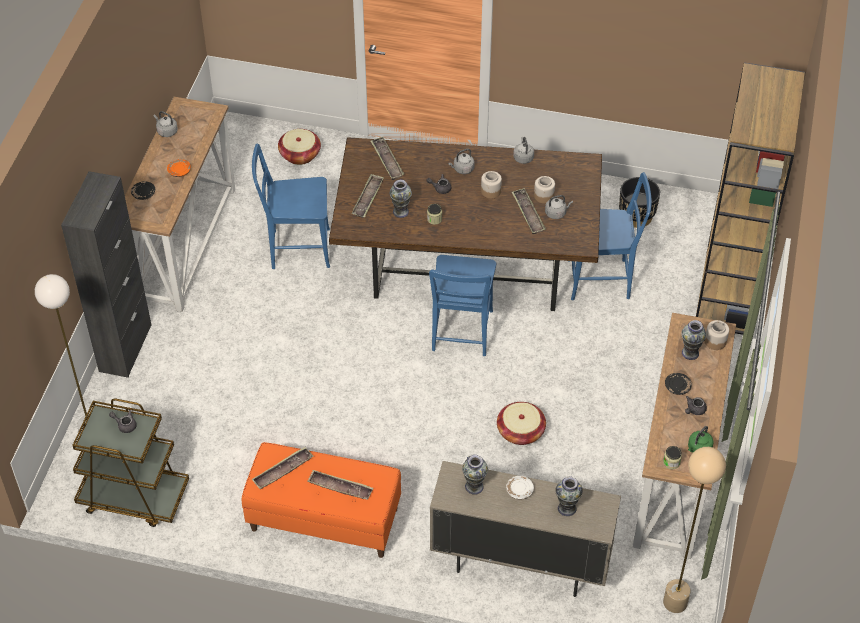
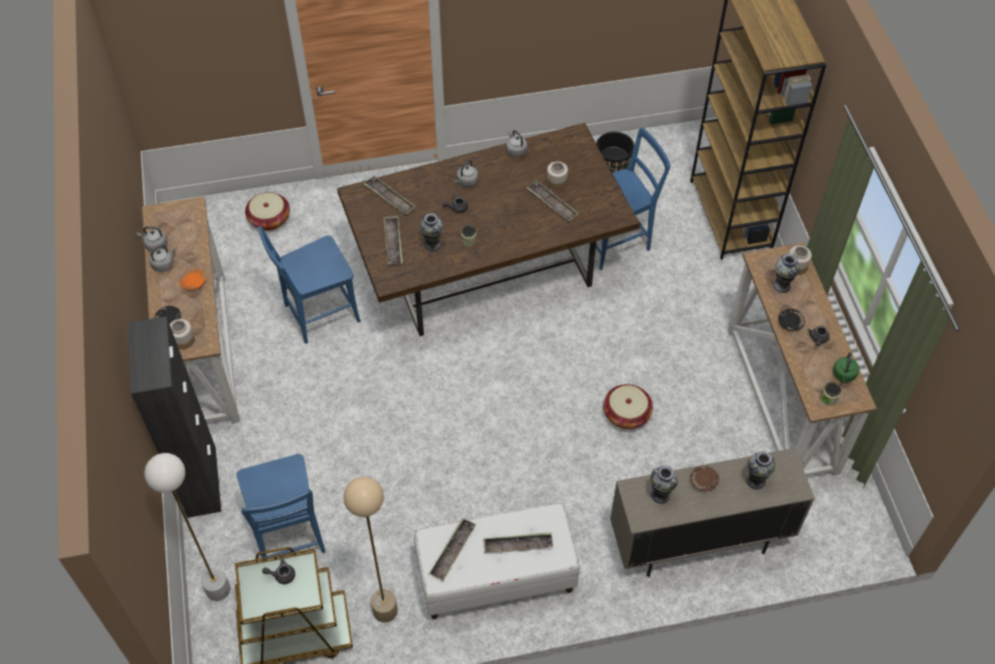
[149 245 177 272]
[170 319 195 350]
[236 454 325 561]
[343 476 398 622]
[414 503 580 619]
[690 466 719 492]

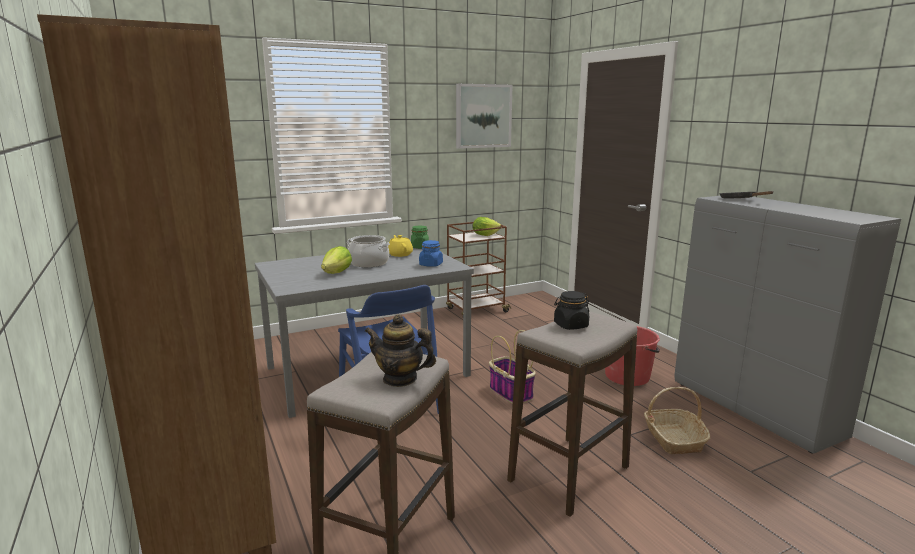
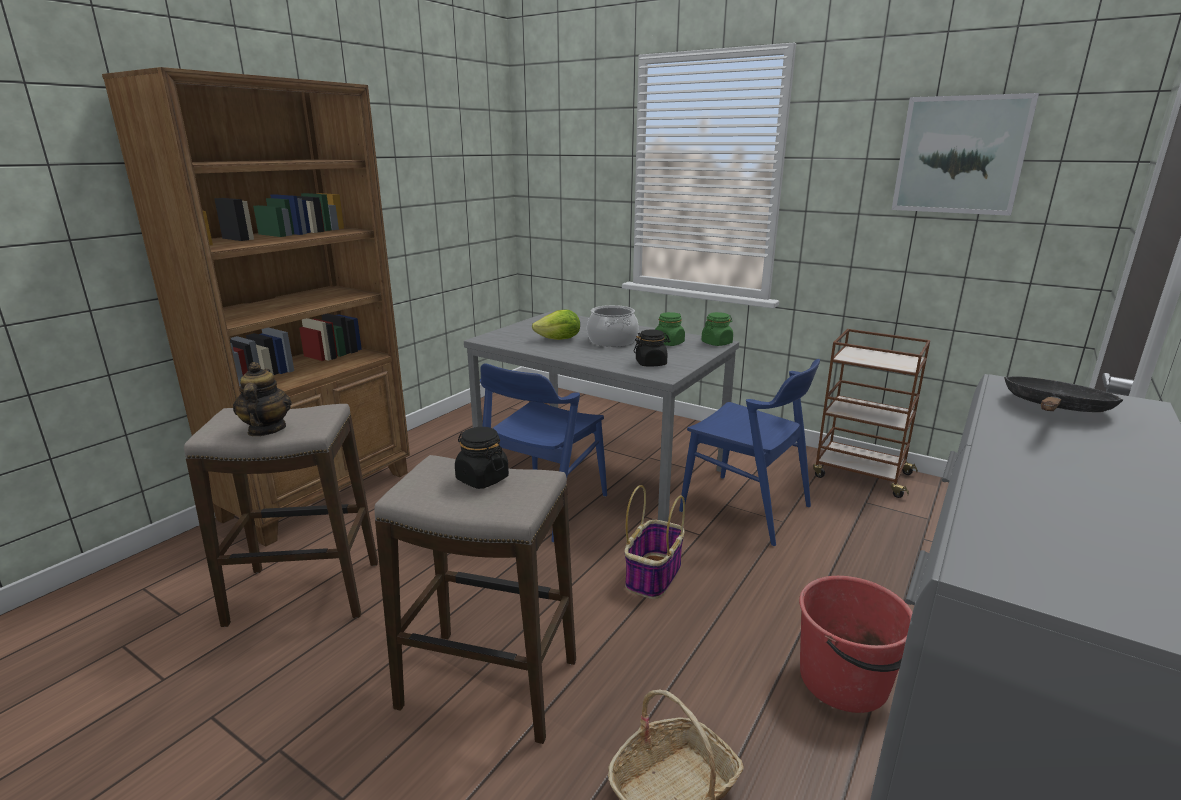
[634 329 671 367]
[655 312 685 346]
[679 359 820 546]
[473 217 501 236] (first image)

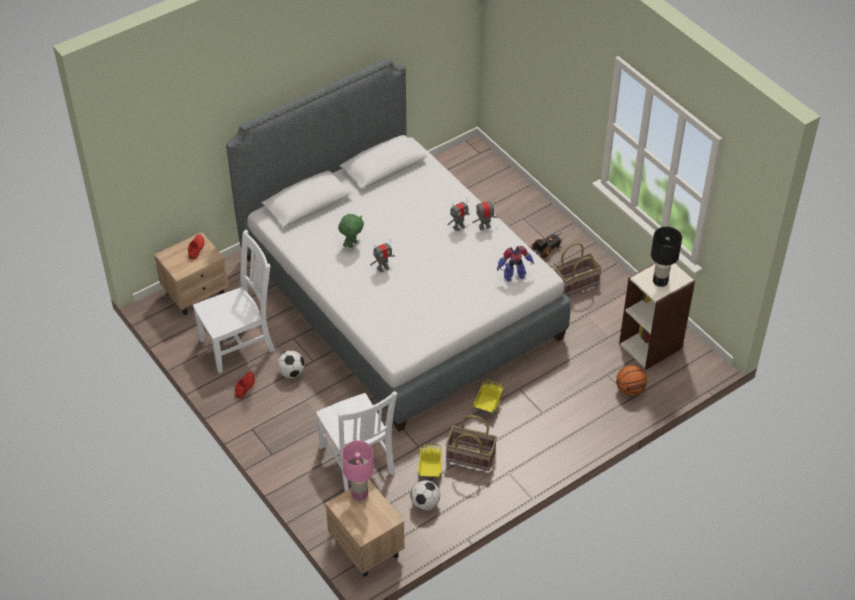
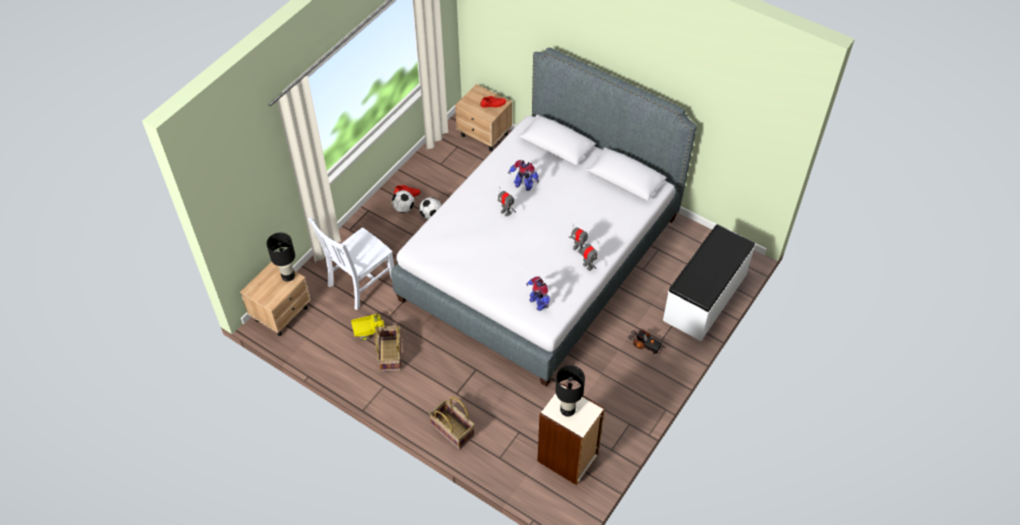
[267 232 295 281]
[392 190 414 213]
[429 397 475 450]
[508 160 539 191]
[663 224 755 341]
[193 230 275 373] (first image)
[473 380 503 415] (first image)
[616 365 647 396] (first image)

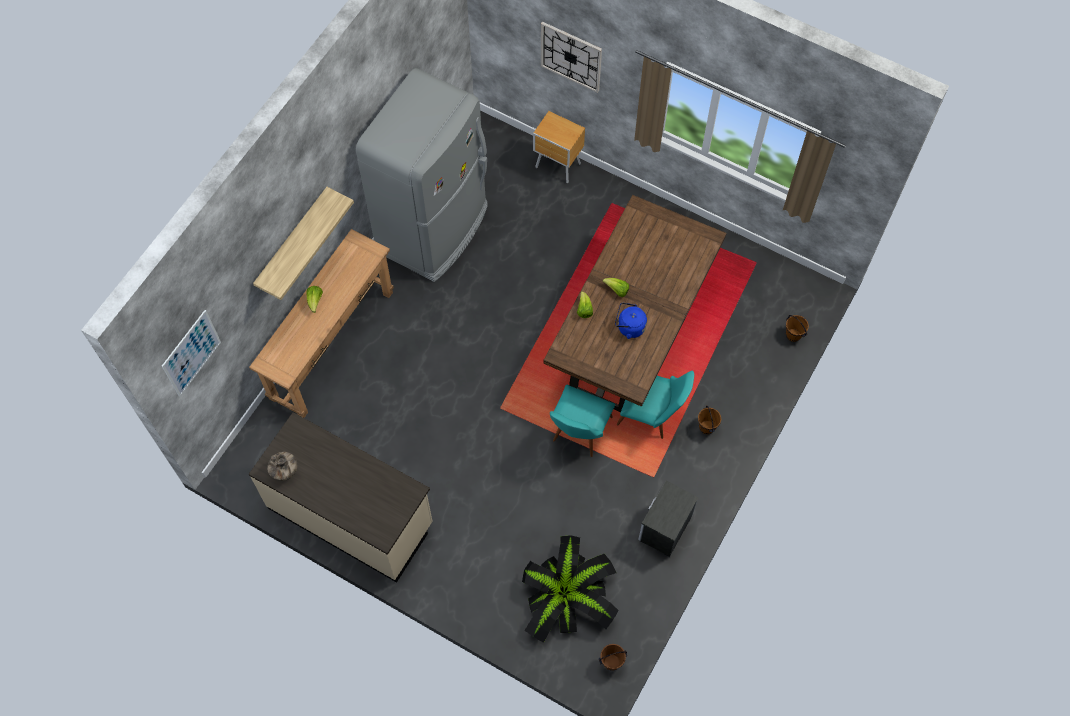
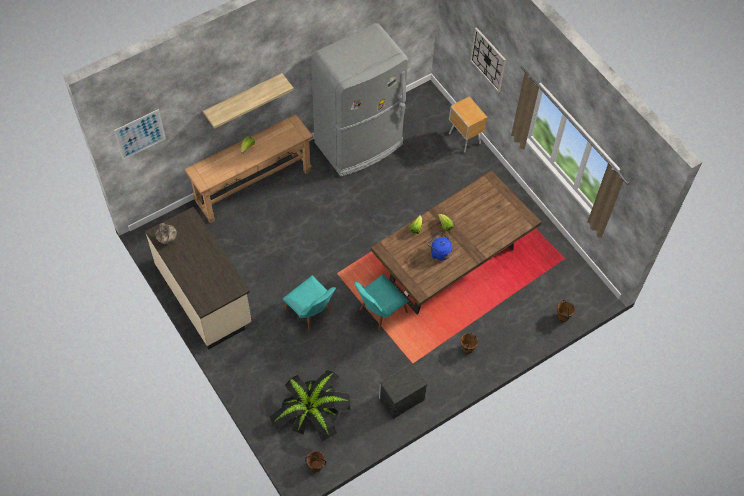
[283 275 336 332]

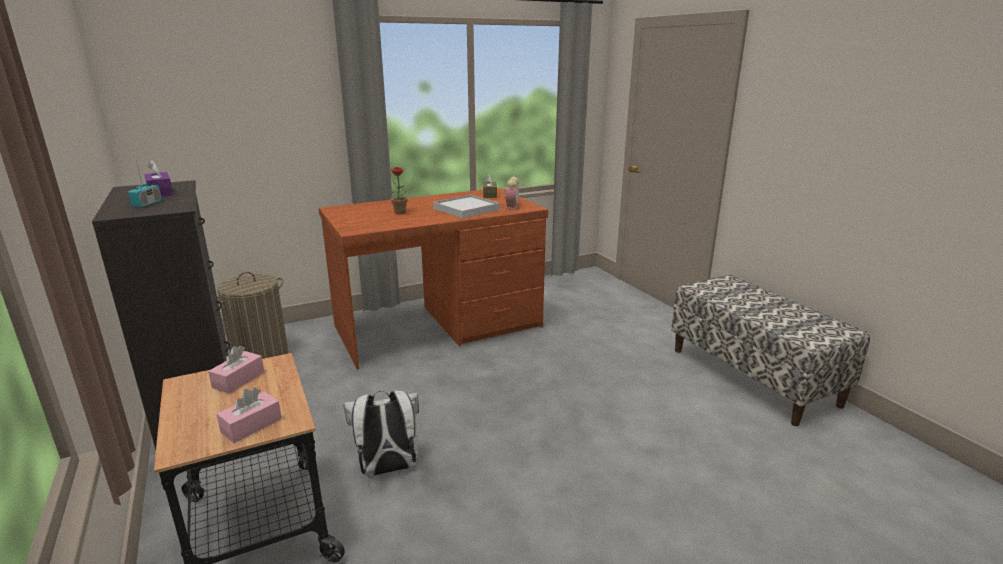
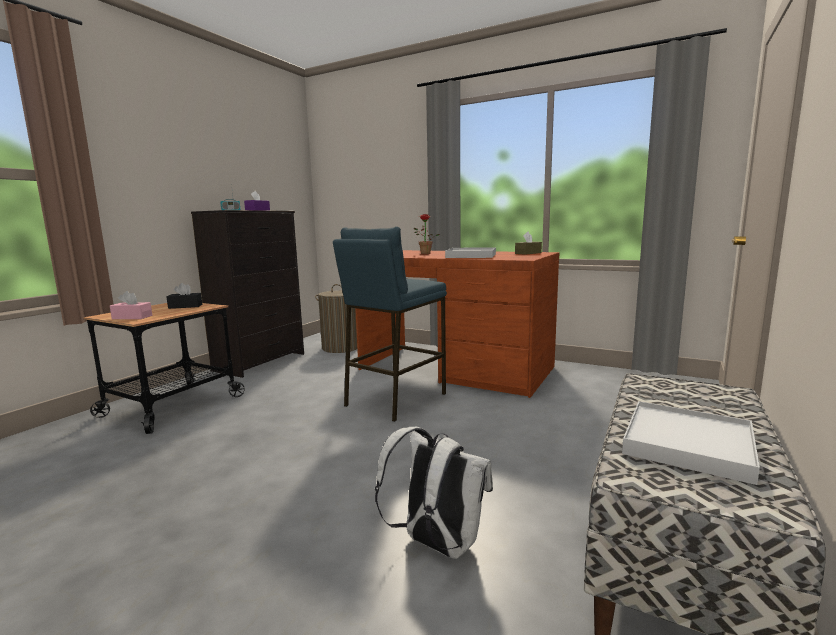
[167 283 202 309]
[333 226 447 422]
[375 427 493 559]
[622 401 760 485]
[504 177 519 210] (first image)

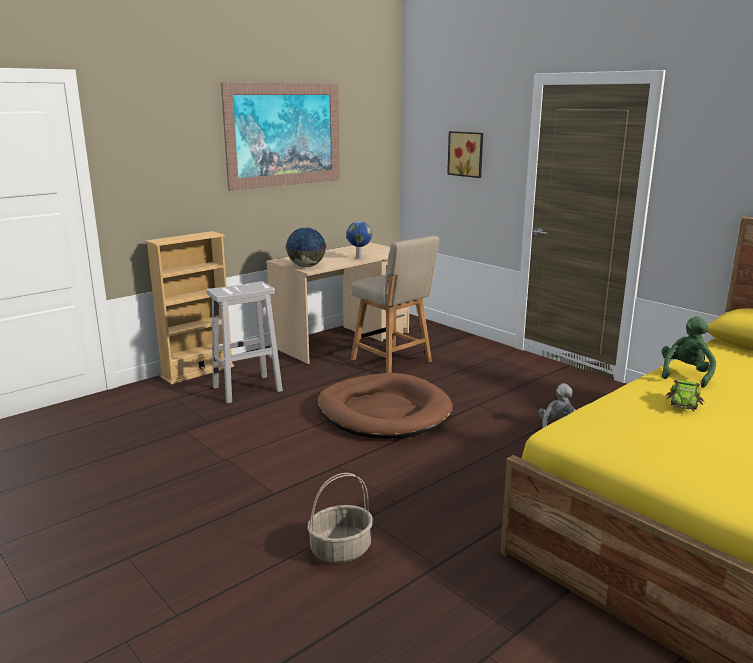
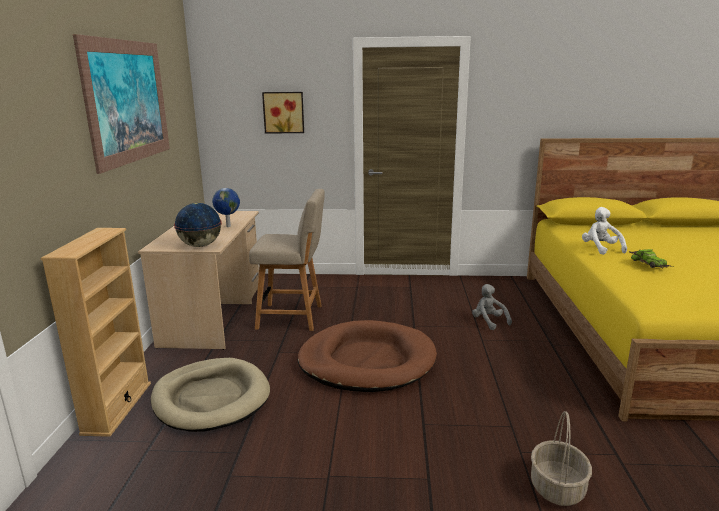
[151 358 270 432]
[582 207 627 255]

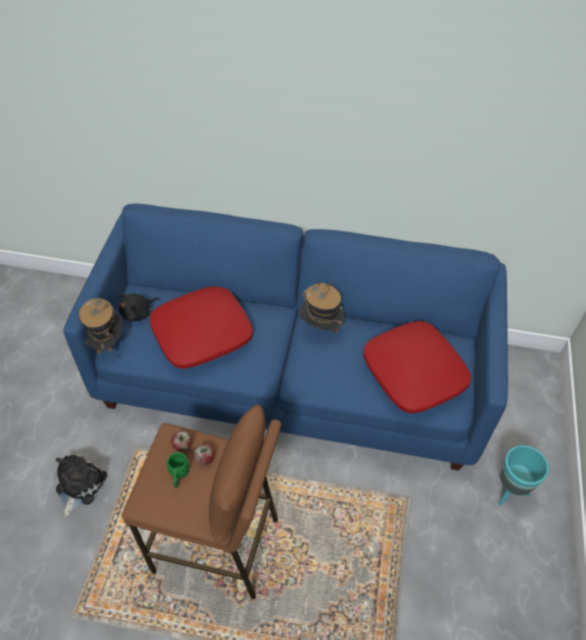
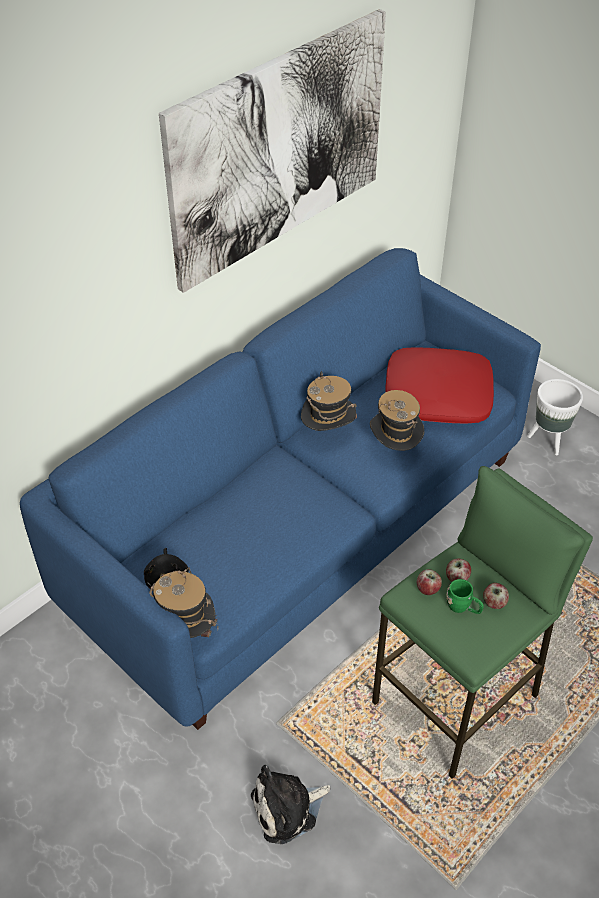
[159 9 386 293]
[251 765 330 844]
[370 390 424 451]
[372 466 593 779]
[483 583 509 609]
[527 379 583 455]
[150 286 253 369] (first image)

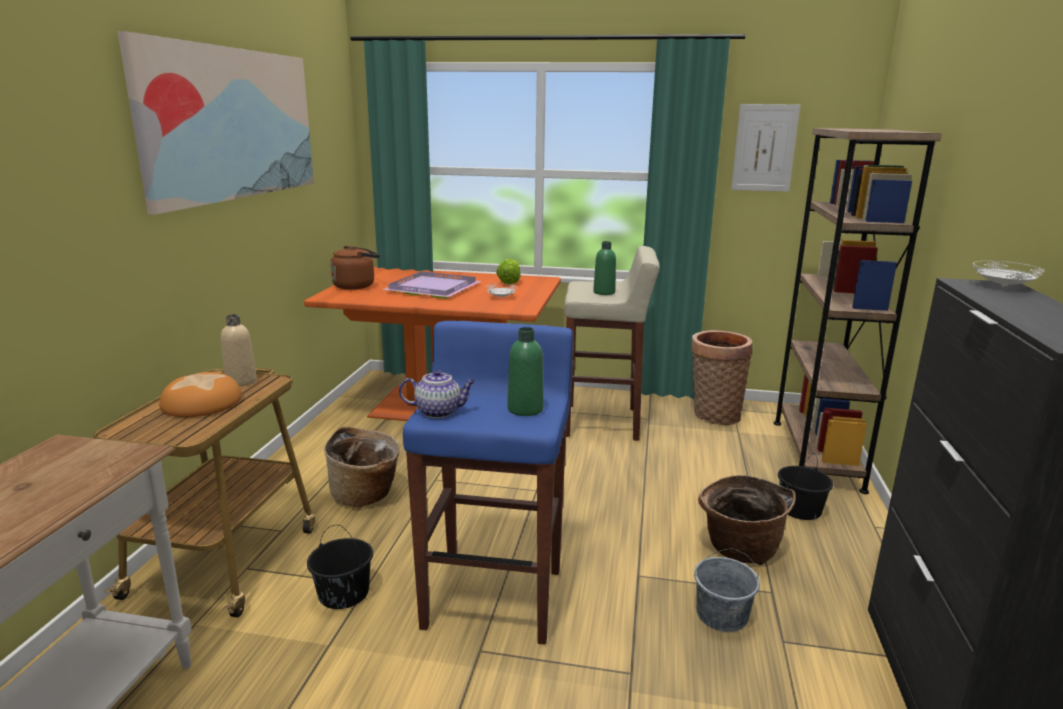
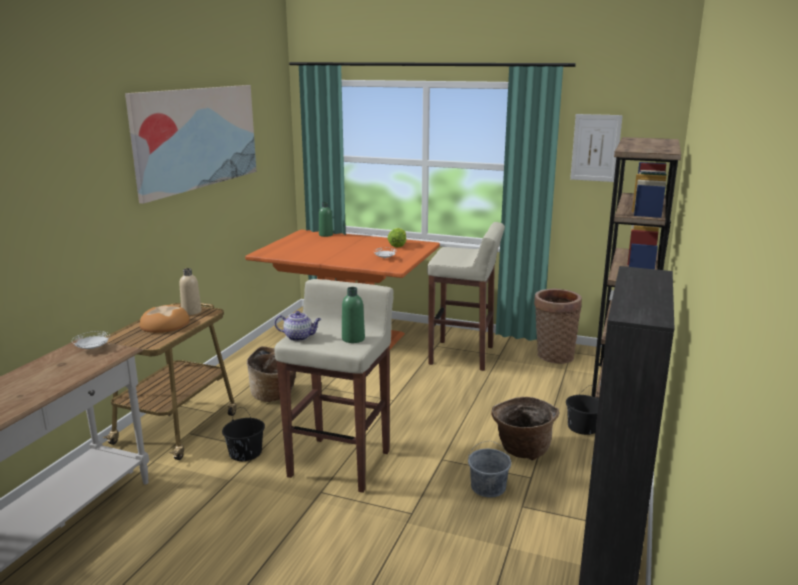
[72 331 110 349]
[274 279 394 493]
[319 202 333 237]
[330 246 380 290] (first image)
[382 271 481 299] (first image)

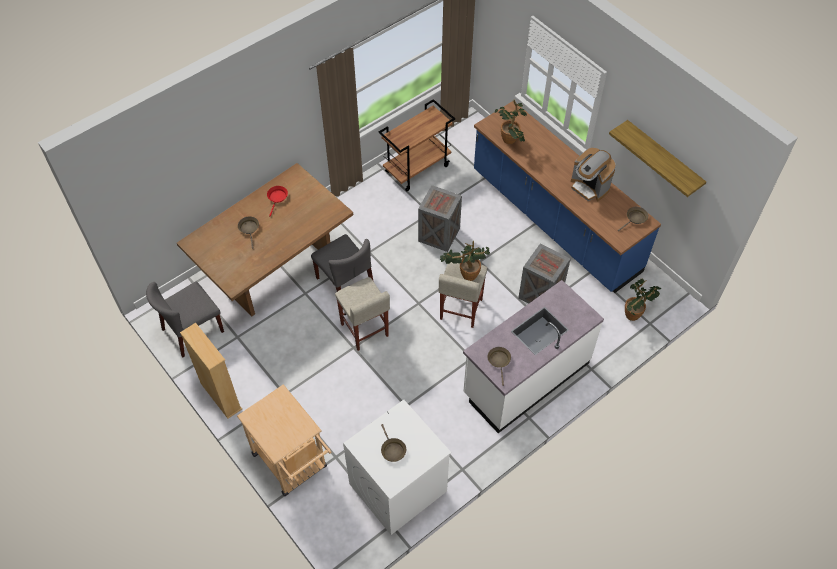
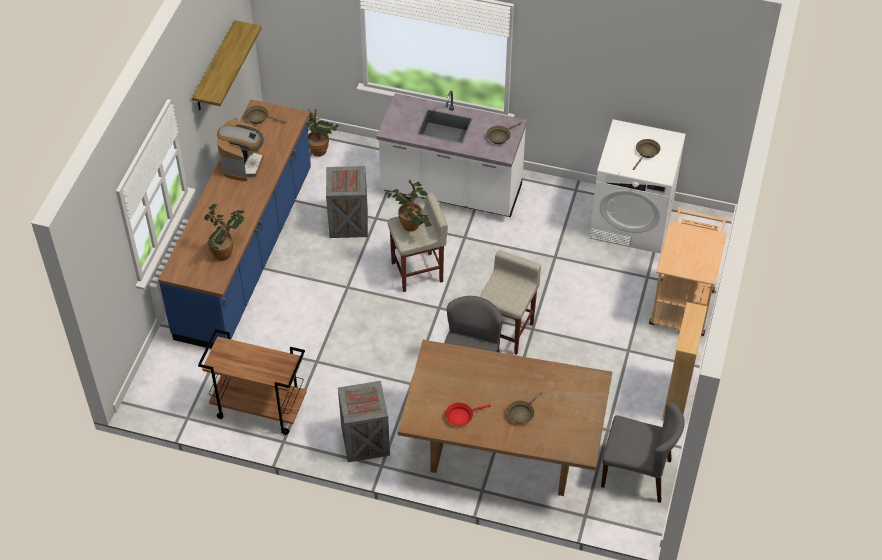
[338 381 390 462]

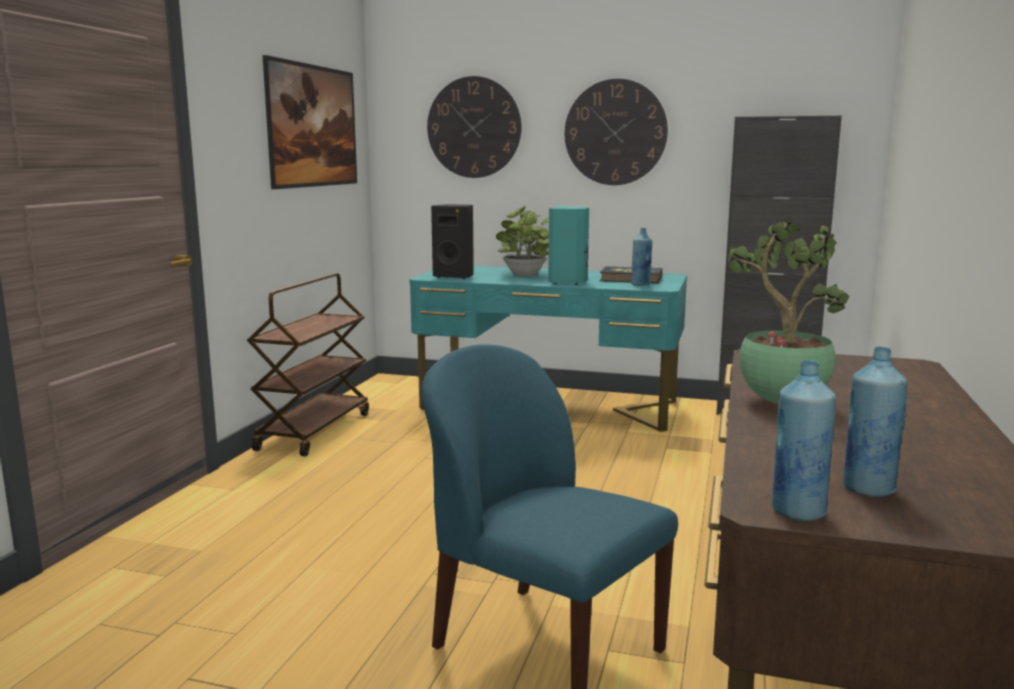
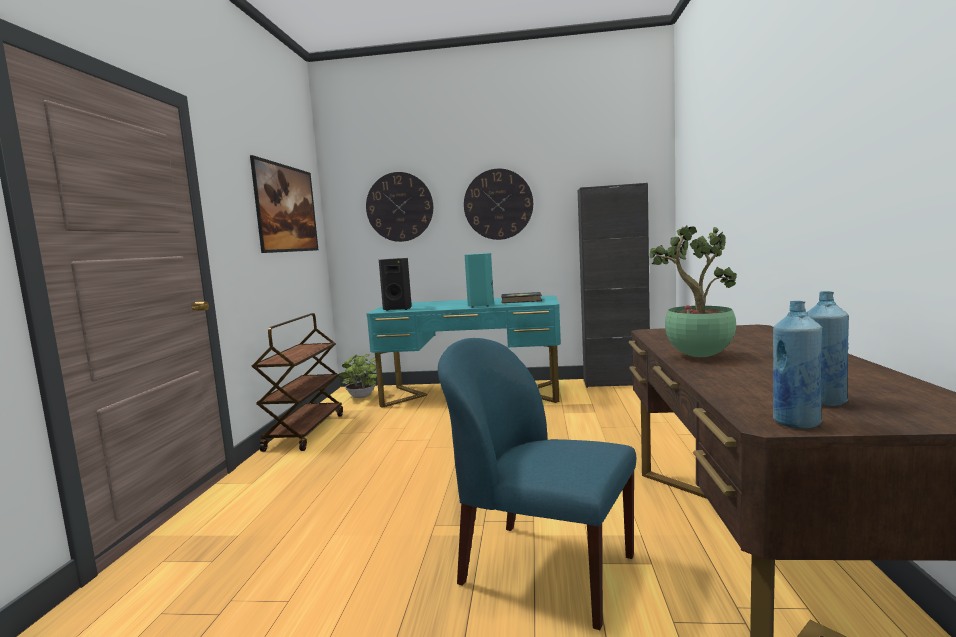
[339 354 377 398]
[631 228 653 285] (first image)

